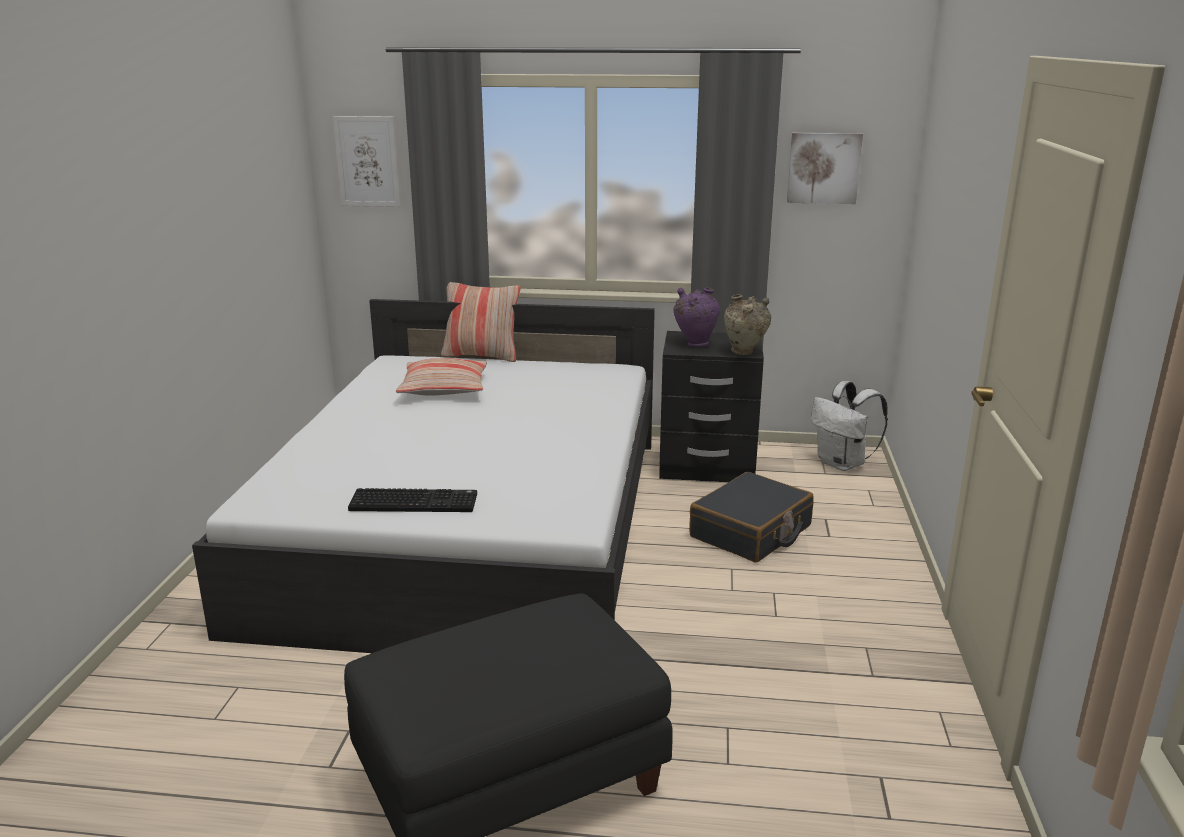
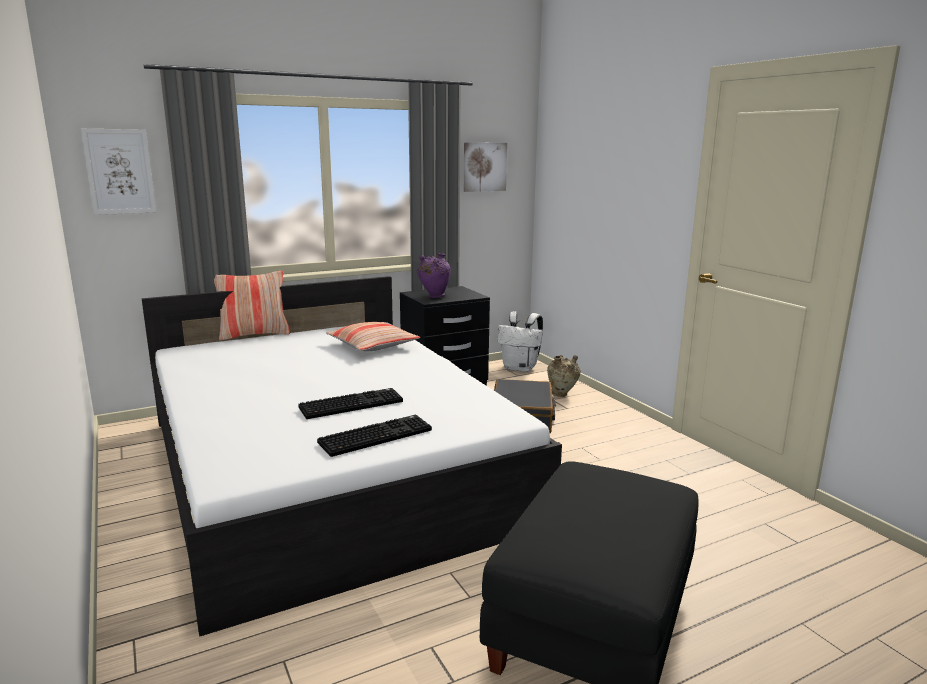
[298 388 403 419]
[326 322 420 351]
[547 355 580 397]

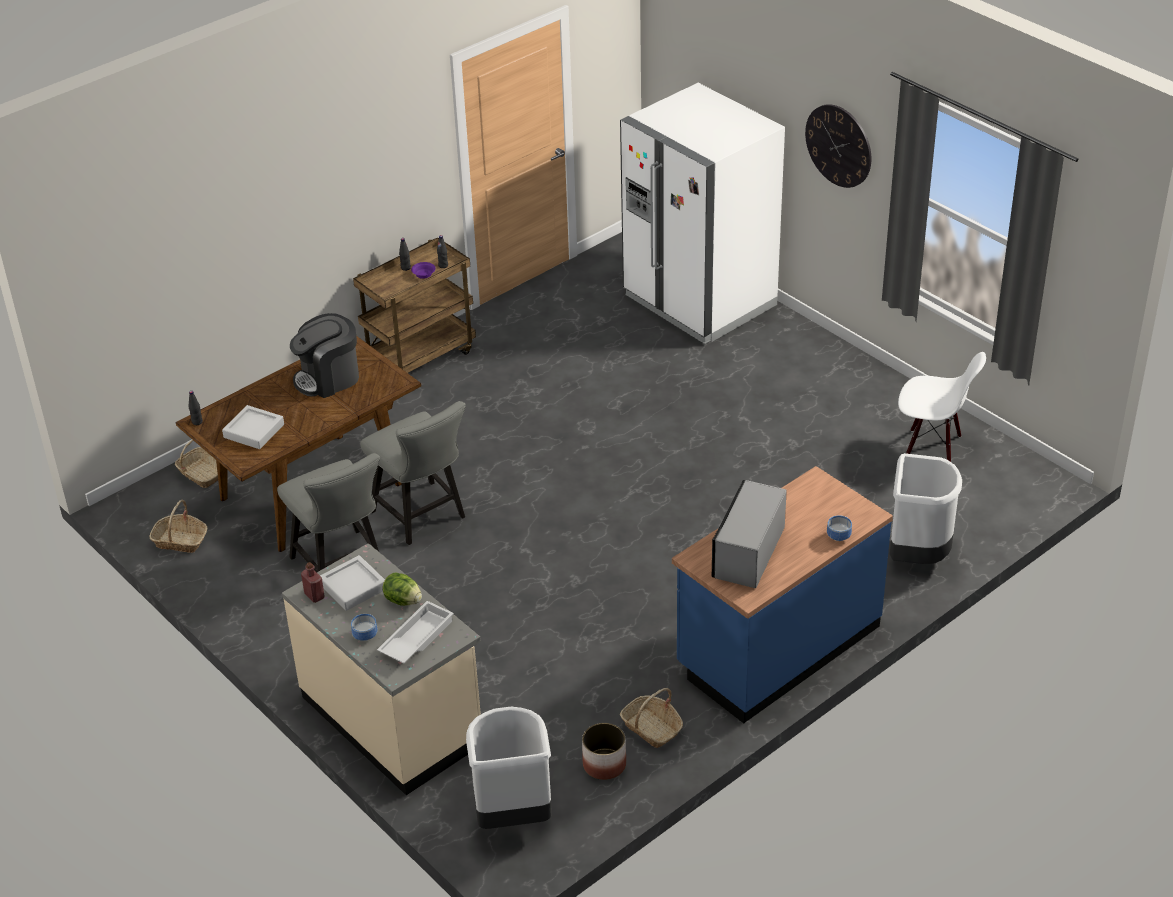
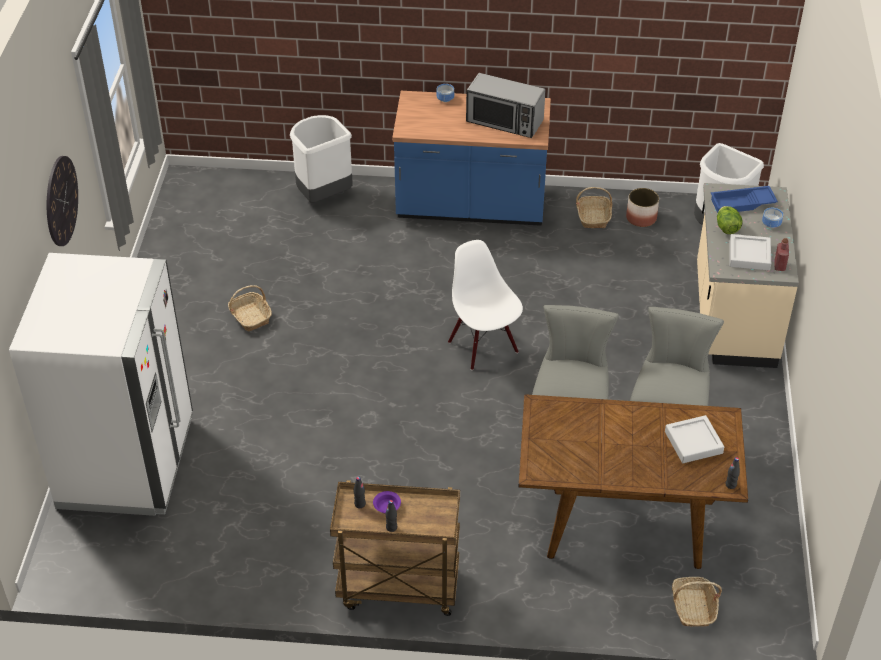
[228 285 272 331]
[448 240 523 370]
[466 73 546 138]
[711 186 778 213]
[290 313 359 398] (first image)

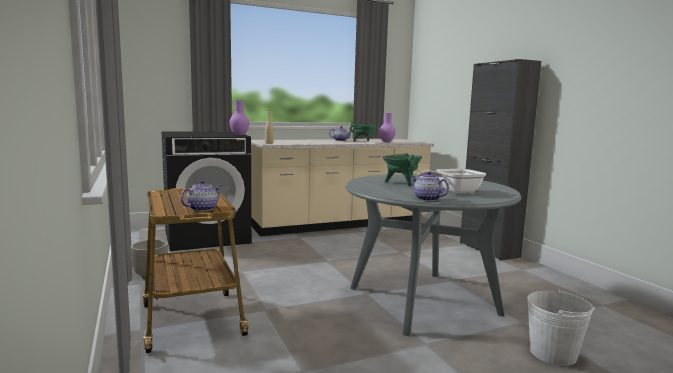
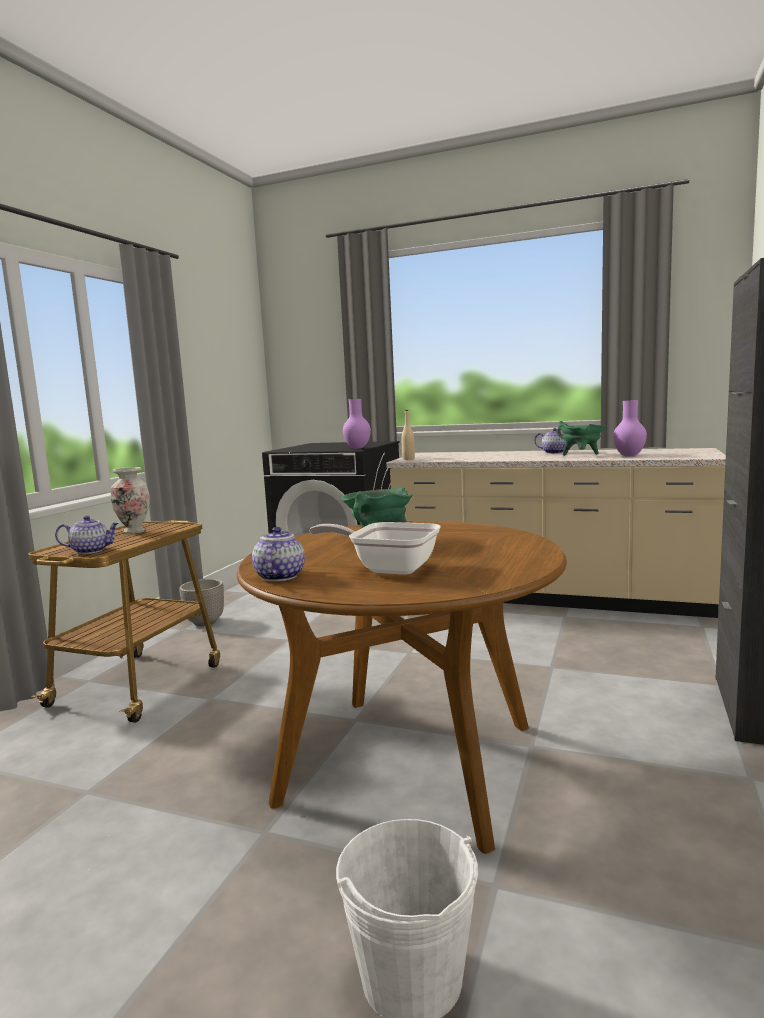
[111 467 150 534]
[237 521 567 854]

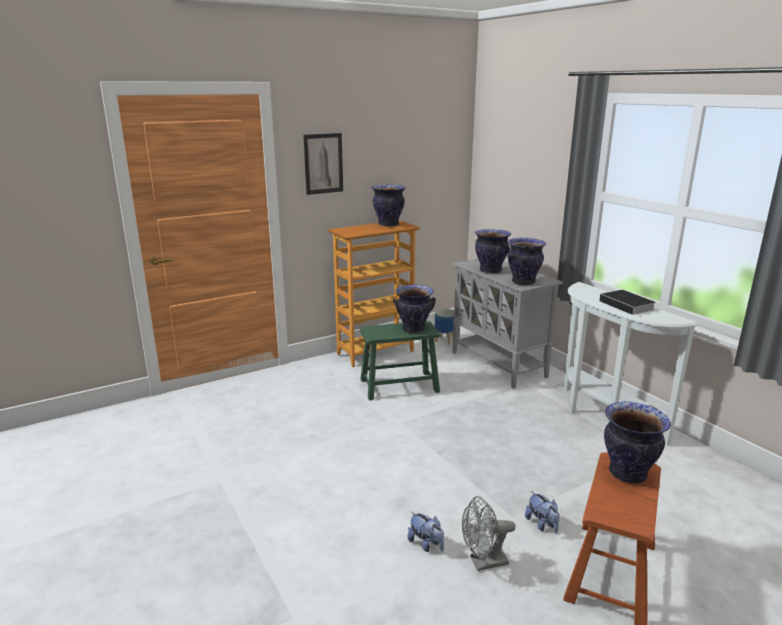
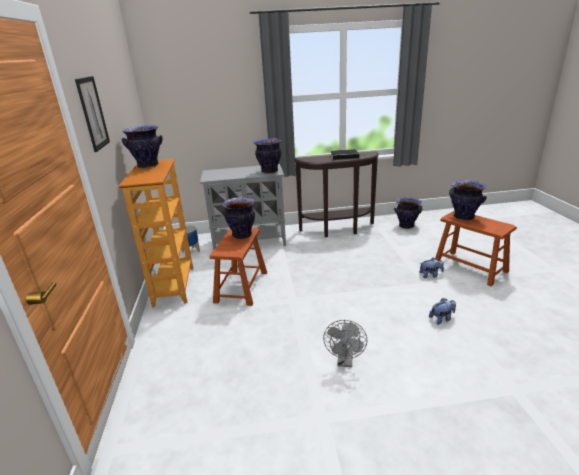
[210 228 267 306]
[294 151 379 237]
[323 320 367 367]
[394 197 422 229]

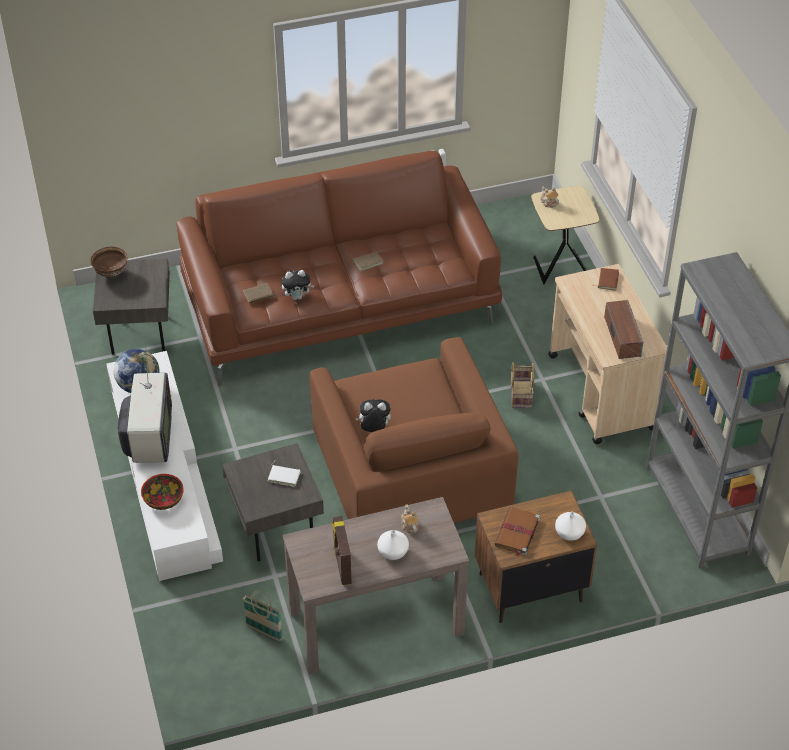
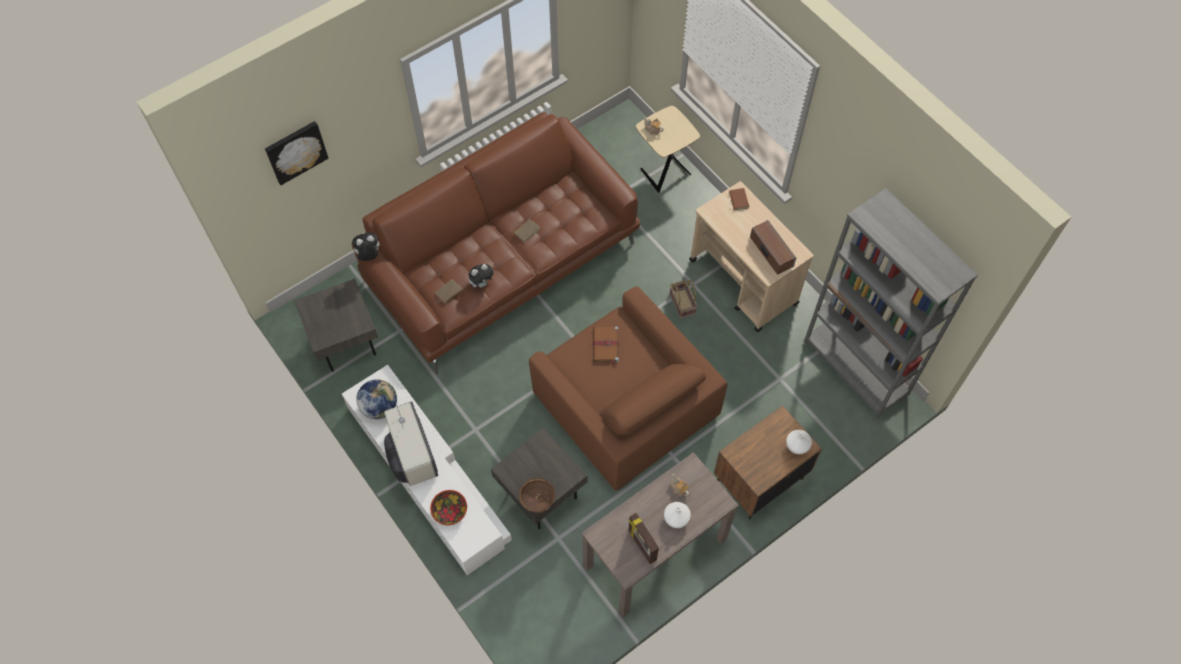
[265 121 329 185]
[352 232 380 261]
[519 478 556 513]
[593 326 619 365]
[243 590 283 641] (first image)
[268 461 300 487] (first image)

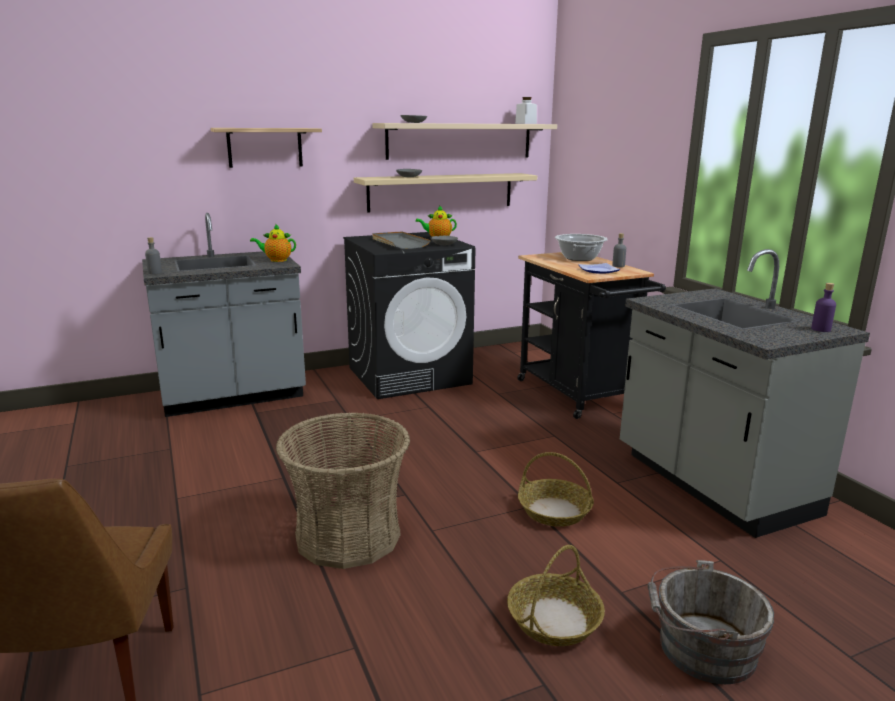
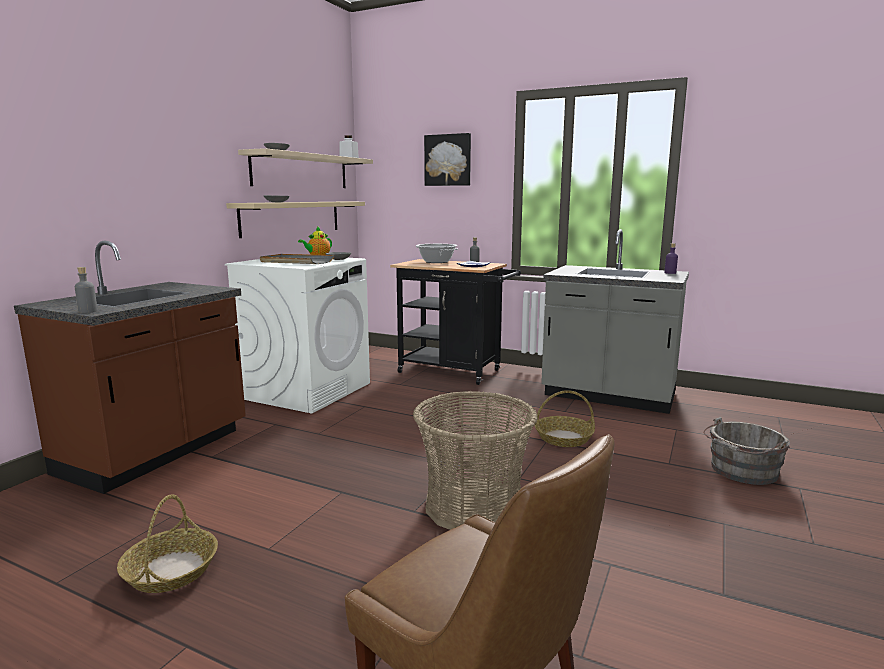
[14 241 246 494]
[117 495 218 593]
[225 258 370 414]
[424 133 471 186]
[211 128 322 168] (first image)
[250 224 296 262] (first image)

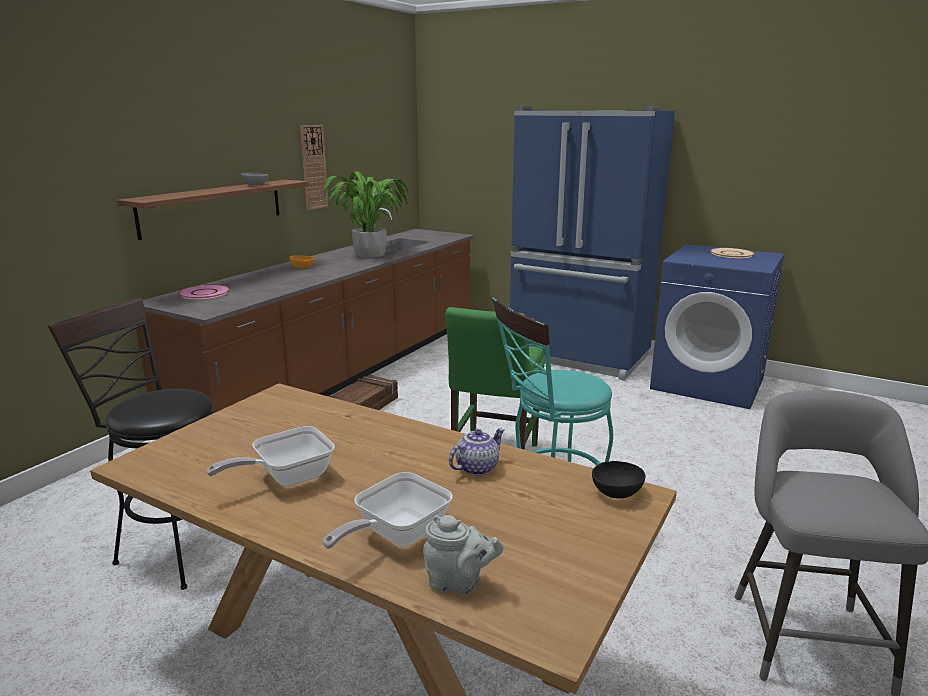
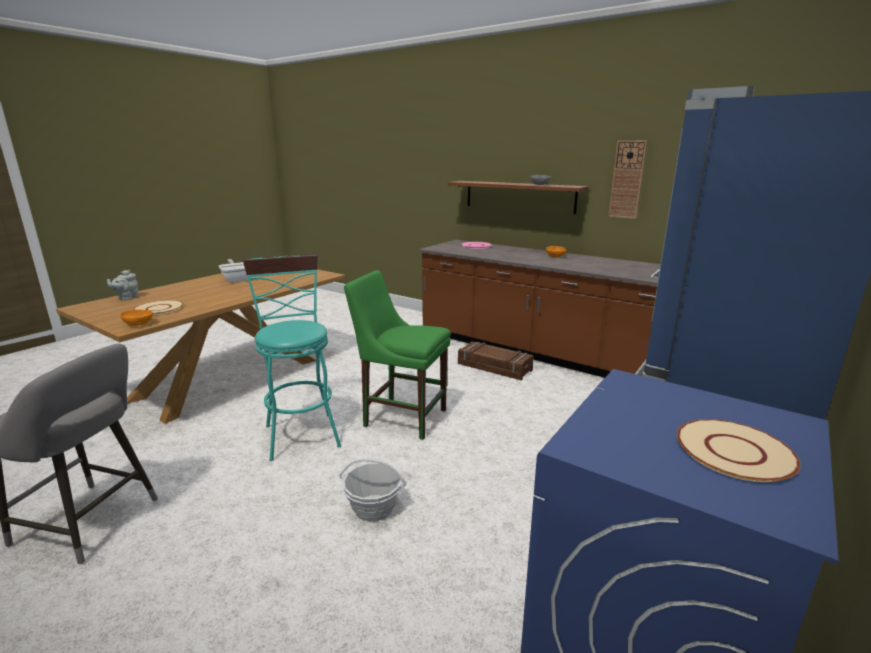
[120 310 153 326]
[133 300 183 315]
[339 458 406 521]
[47 297 213 590] (first image)
[323 472 453 549] (first image)
[324 171 409 258] (first image)
[449 428 504 475] (first image)

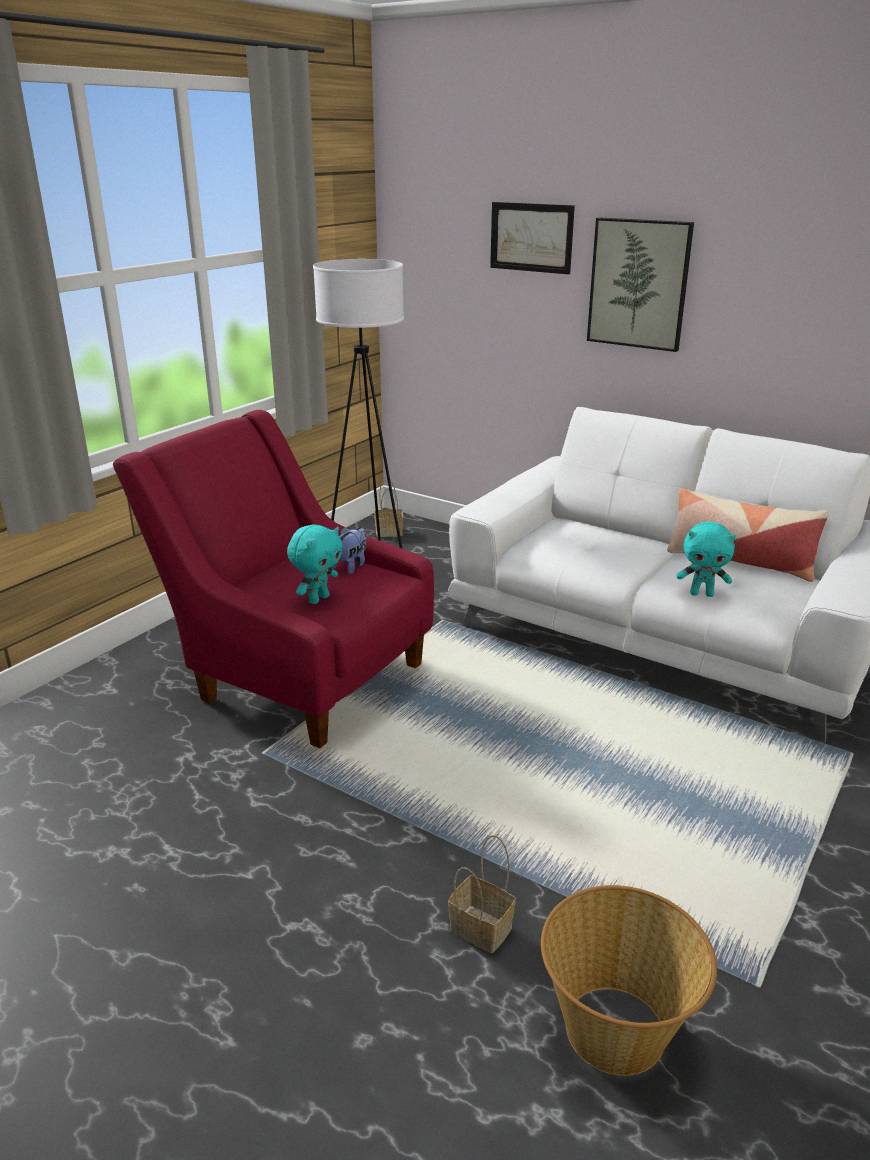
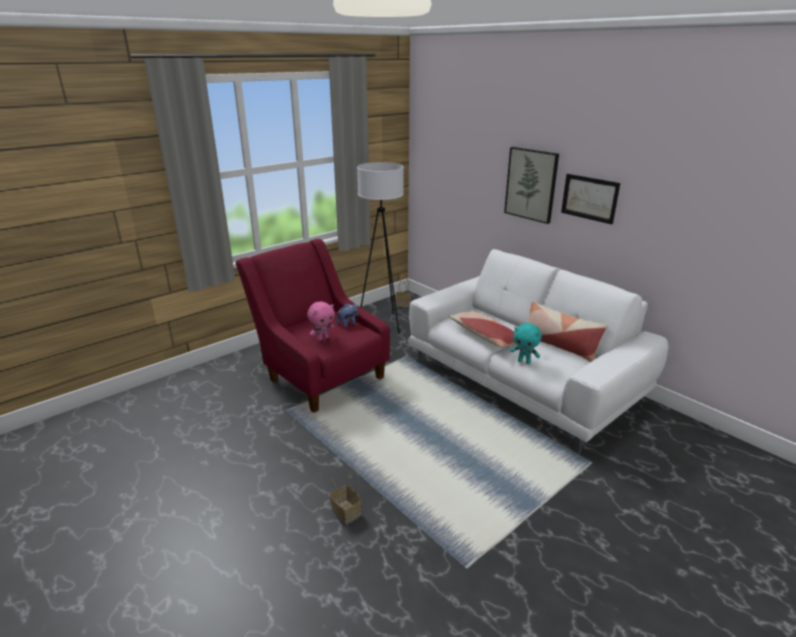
[307 301 335 341]
[449 311 516 347]
[561 174 620 224]
[541 885 717 1076] (first image)

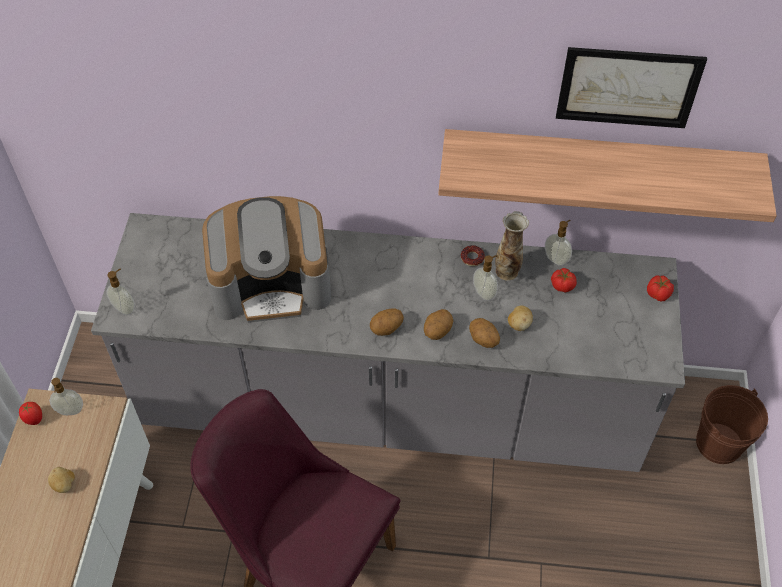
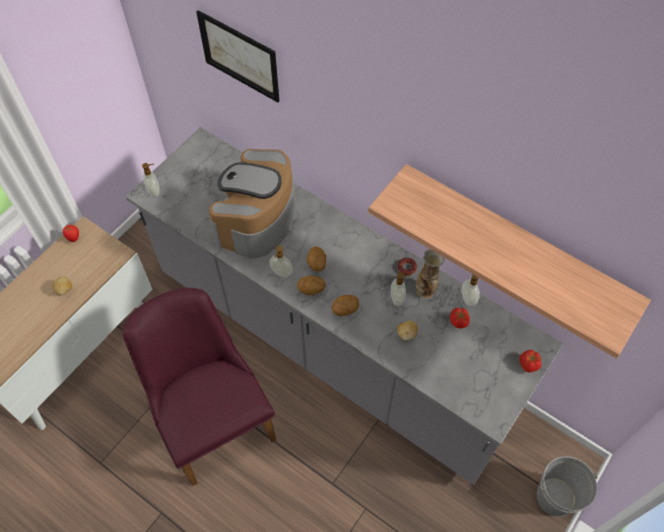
[196 10 279 103]
[209 149 296 258]
[269 246 293 278]
[307 247 326 272]
[537 456 598 517]

